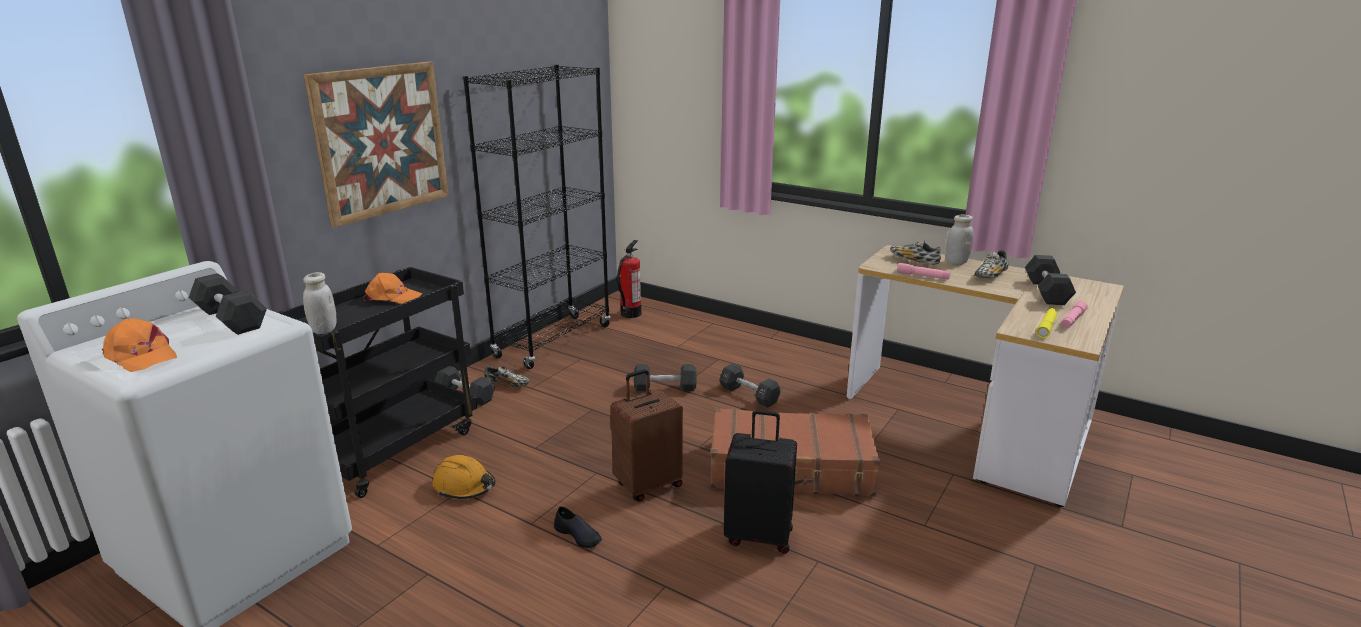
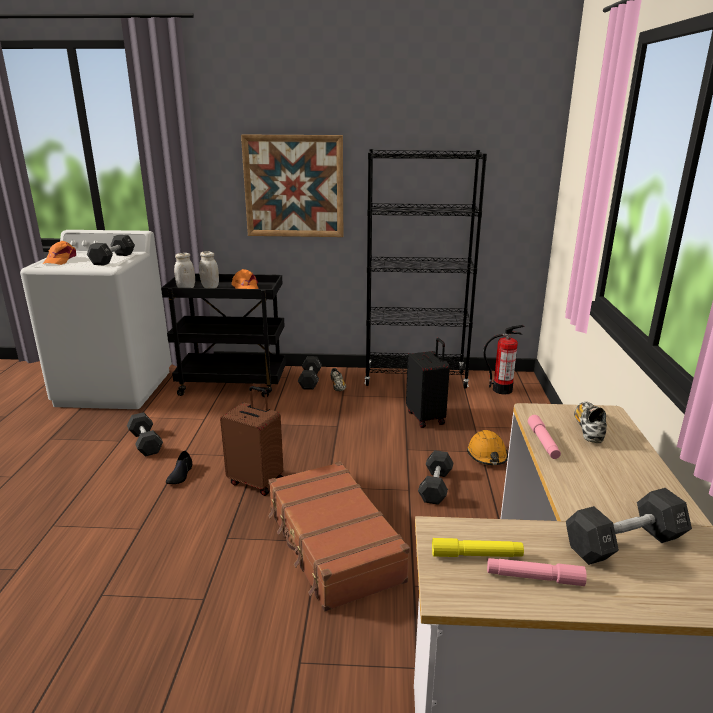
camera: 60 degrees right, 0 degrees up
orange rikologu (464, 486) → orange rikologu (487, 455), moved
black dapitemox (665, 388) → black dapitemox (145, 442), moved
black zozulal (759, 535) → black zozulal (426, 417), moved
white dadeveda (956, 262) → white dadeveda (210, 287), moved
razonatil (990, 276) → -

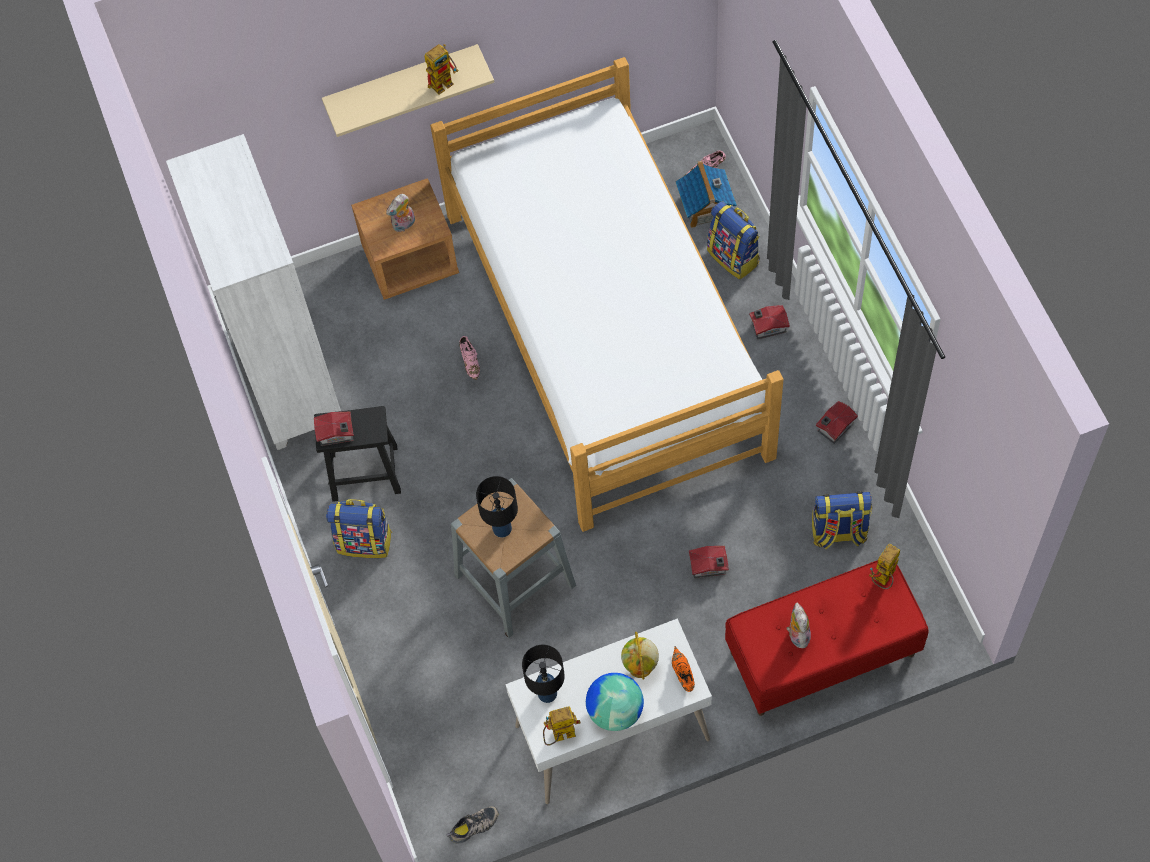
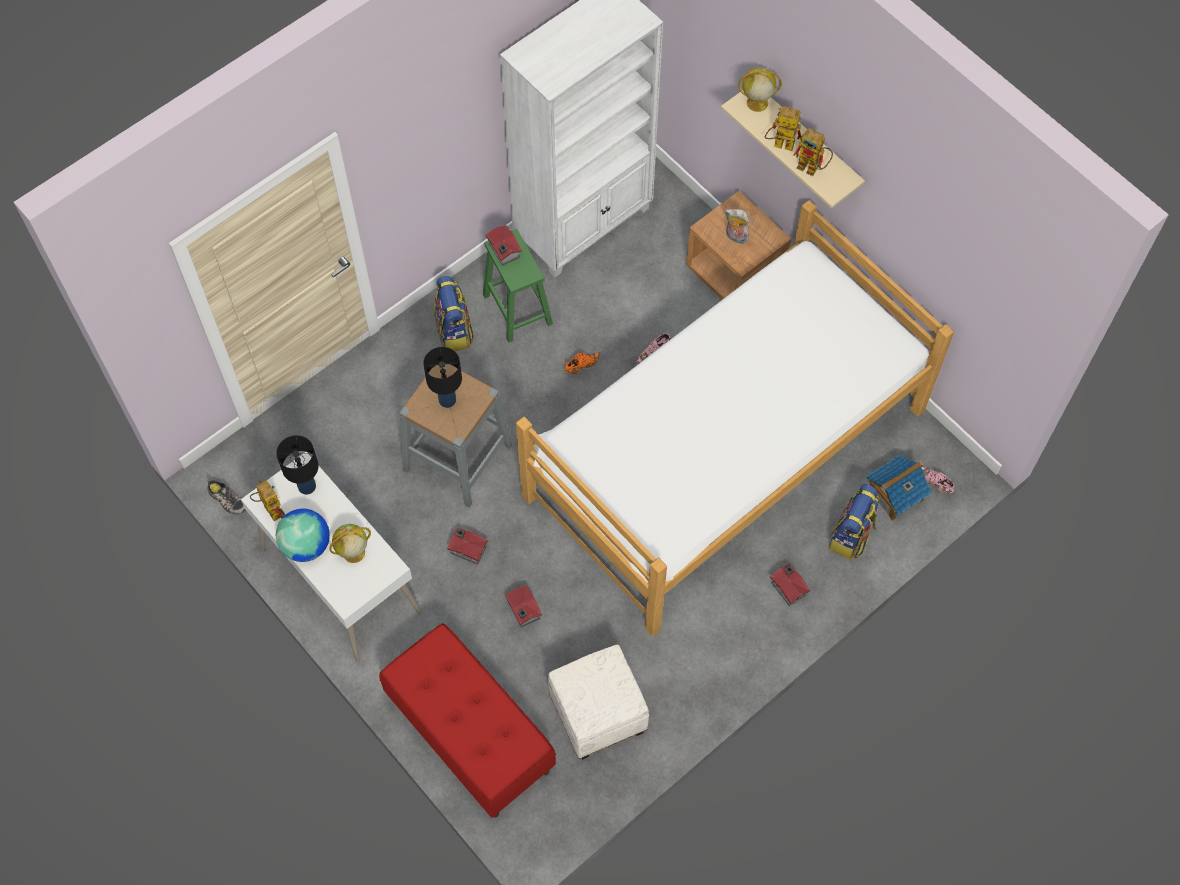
camera: 65 degrees right, 0 degrees up
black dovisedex (363, 473) → green dovisedex (517, 308)
orange razonatil (682, 674) → orange razonatil (581, 366), moved
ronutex (797, 634) → -
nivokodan (838, 532) → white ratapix (596, 714)
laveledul (834, 427) → laveledul (468, 549), moved
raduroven (883, 579) → raduroven (779, 144), moved
- → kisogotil (756, 103)

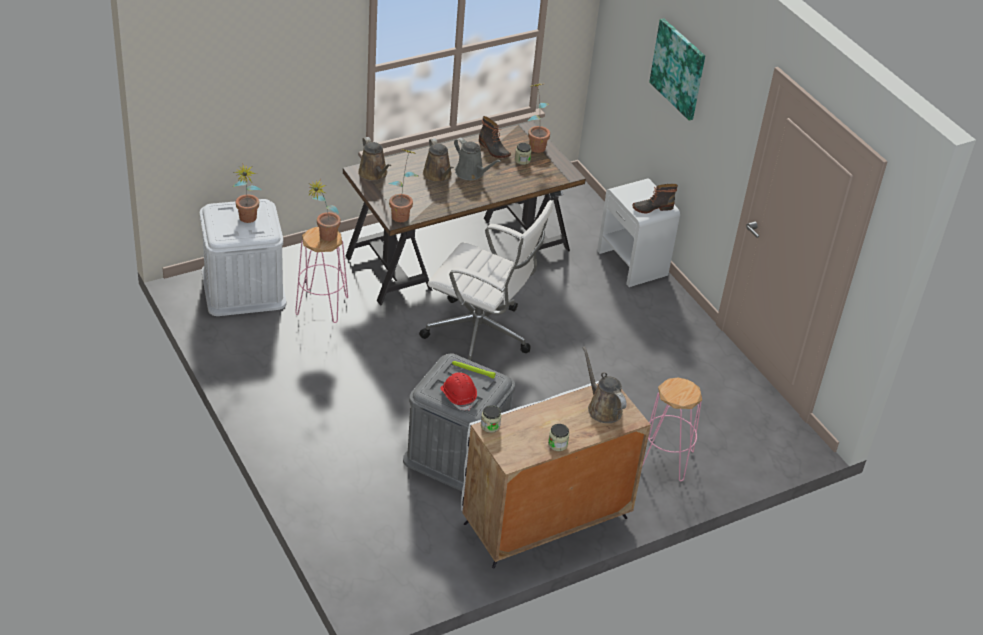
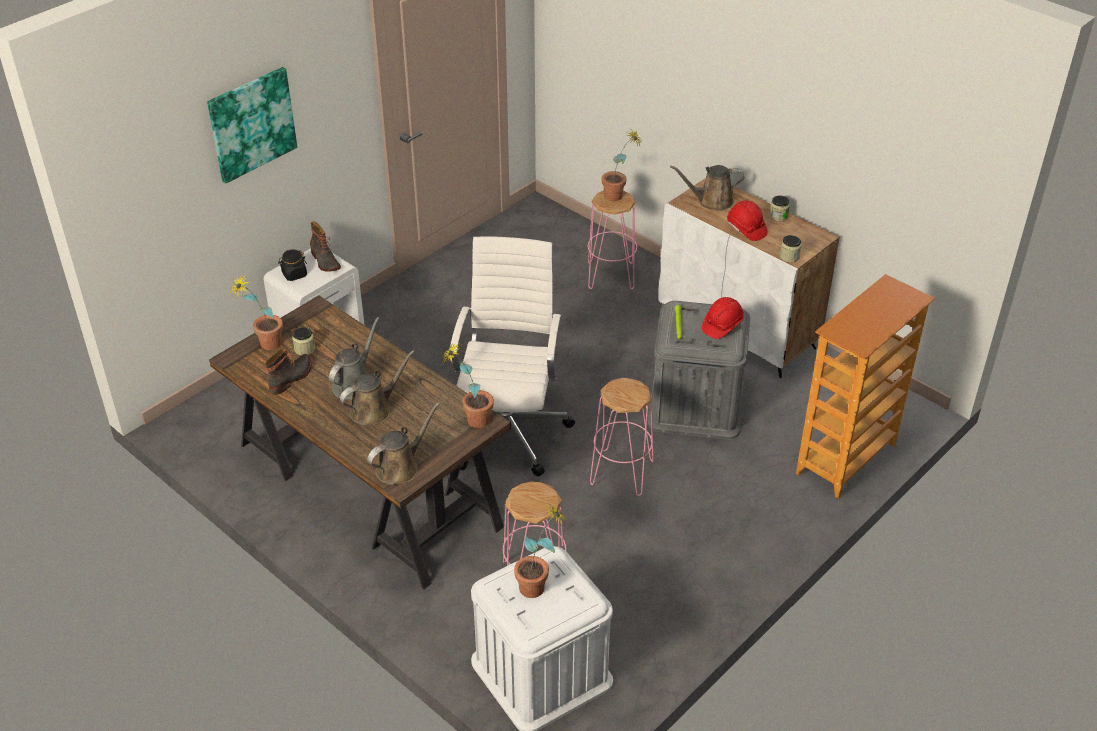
camera: 105 degrees left, 0 degrees up
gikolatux (324, 238) → gikolatux (619, 197), moved
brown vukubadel (602, 408) → brown vukubadel (711, 201), 45 degrees clockwise
- → black dadeveda (294, 274)
- → pink dovisedex (621, 472)
- → red rikologu (746, 229)
- → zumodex (846, 460)

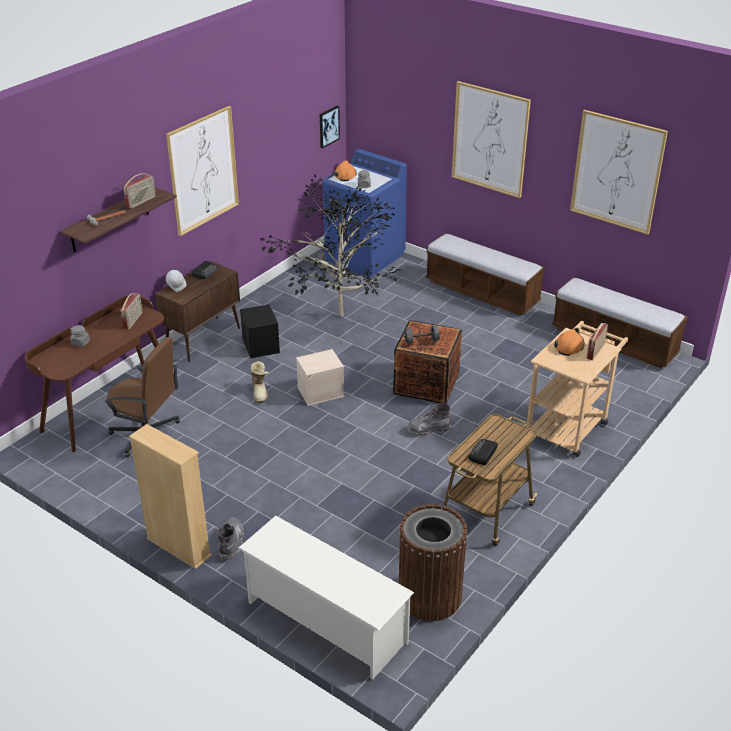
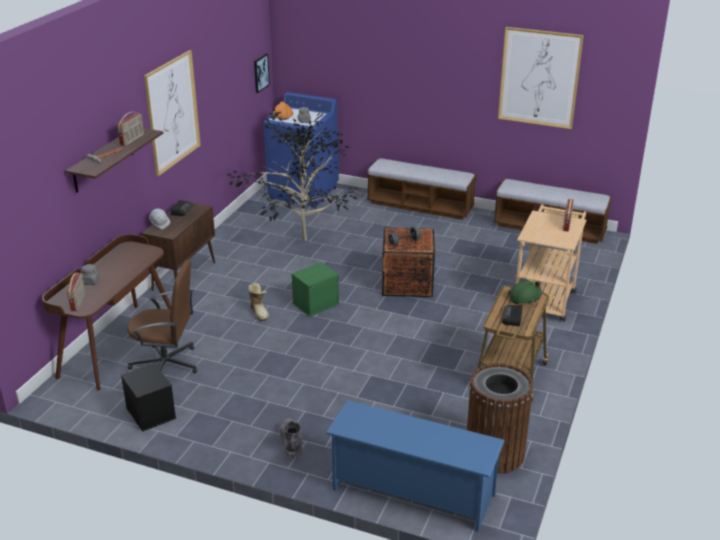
camera: 15 degrees left, 5 degrees down
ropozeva (133, 320) → ropozeva (78, 302), moved
beige zumodex (178, 547) → -
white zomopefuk (325, 622) → blue zomopefuk (412, 492)
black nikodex (260, 345) → black nikodex (150, 413), moved
beige nikodex (321, 392) → green nikodex (316, 303)
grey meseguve (429, 430) → -
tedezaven (490, 139) → -
orange rikologu (569, 346) → -
- → green rikologu (524, 297)

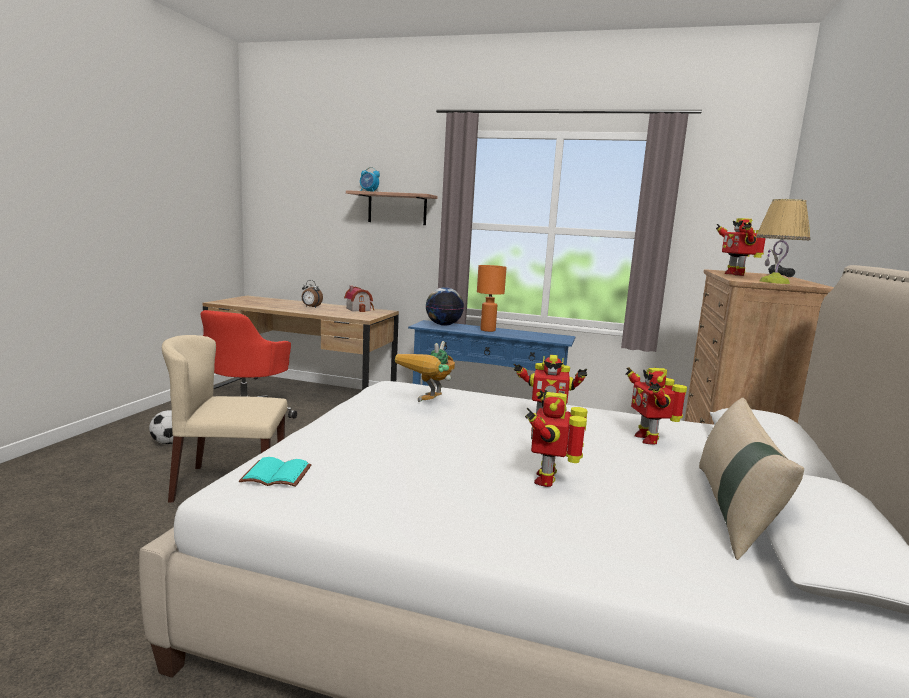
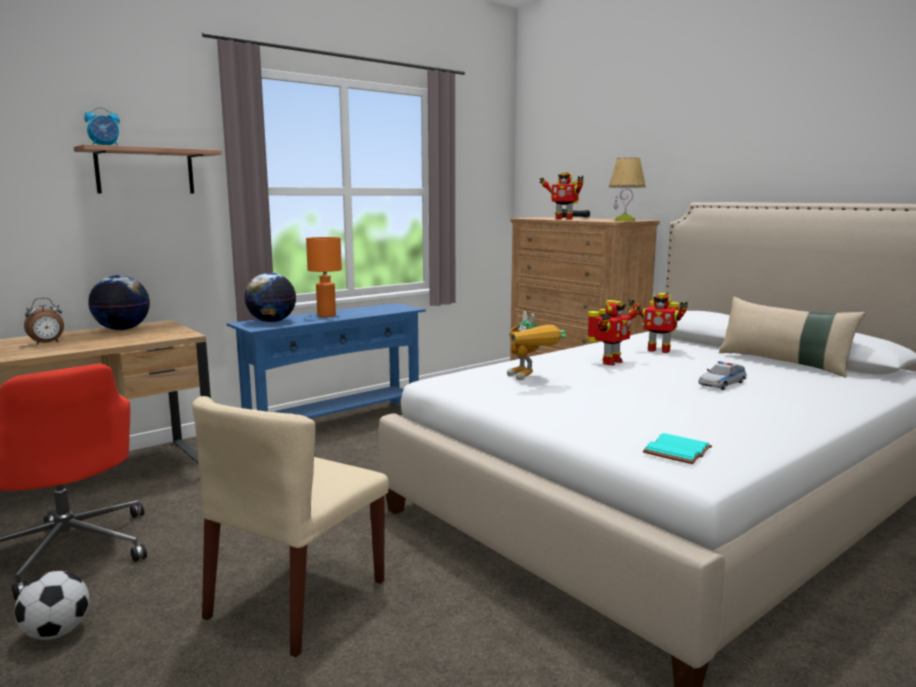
camera: 55 degrees left, 0 degrees up
laveledul (359, 309) → kisogotil (122, 329)
raduroven (548, 479) → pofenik (722, 384)

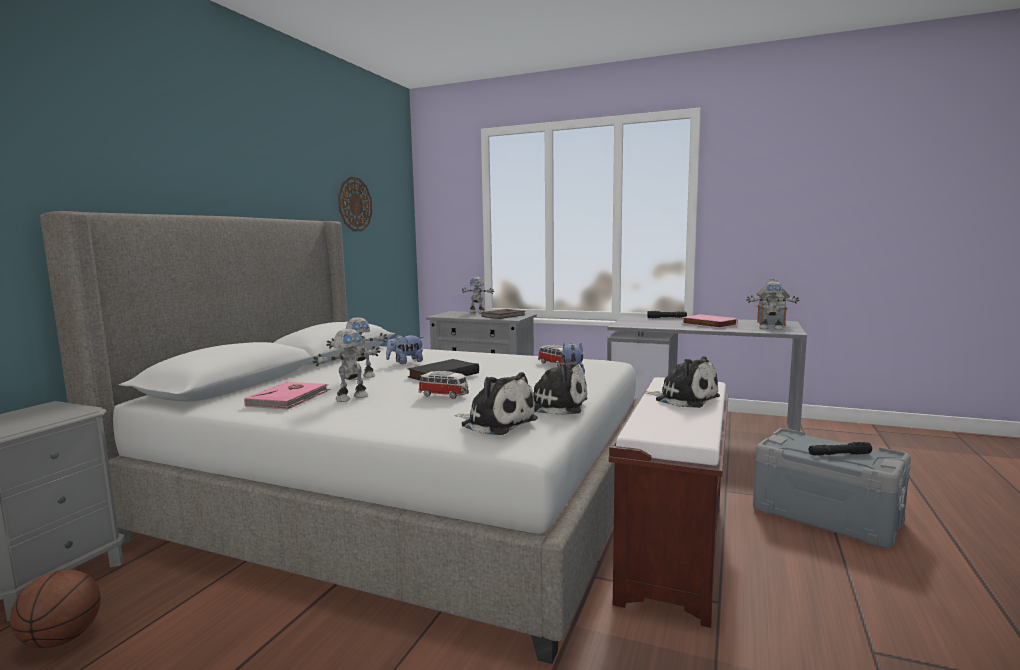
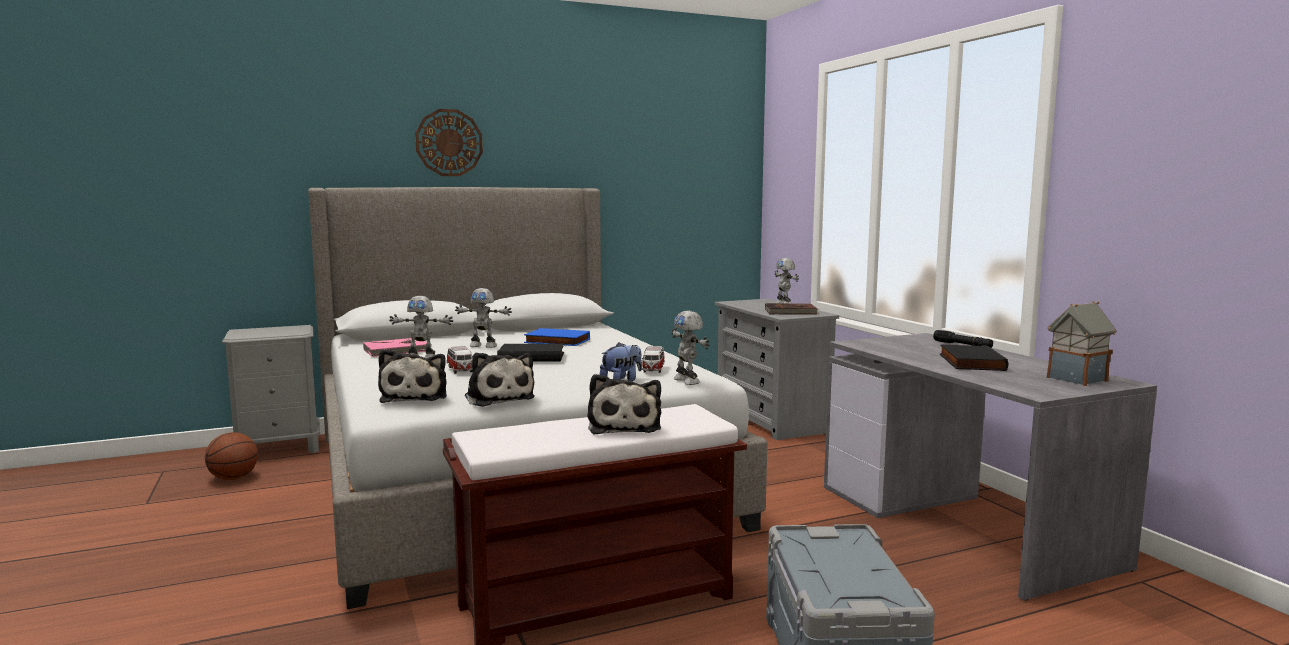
camera: 45 degrees right, 0 degrees up
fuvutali (354, 204) → fuvutali (449, 143), moved
ronutex (405, 362) → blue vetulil (556, 341)
pink vetulil (708, 324) → black vetulil (969, 362)
raduroven (770, 328) → raduroven (688, 381), moved
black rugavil (839, 454) → -

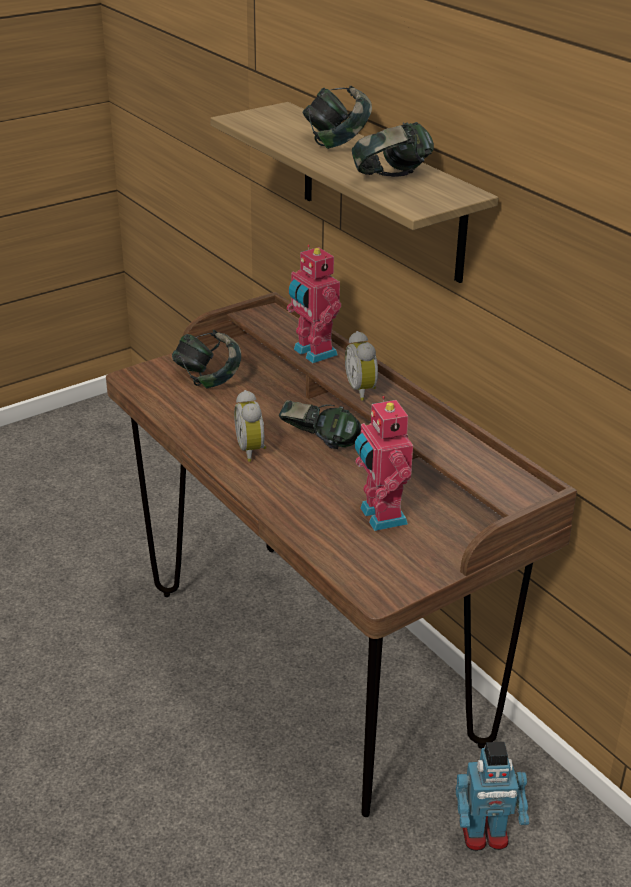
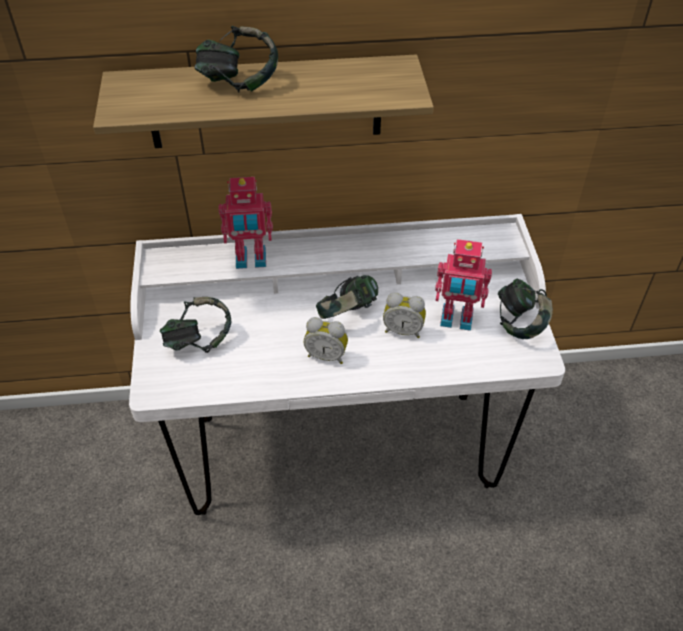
camera: 60 degrees left, 15 degrees up
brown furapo (314, 664) → white furapo (341, 450)
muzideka (363, 390) → muzideka (403, 330), moved
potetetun (392, 179) → potetetun (520, 323), moved
raduroven (485, 835) → -

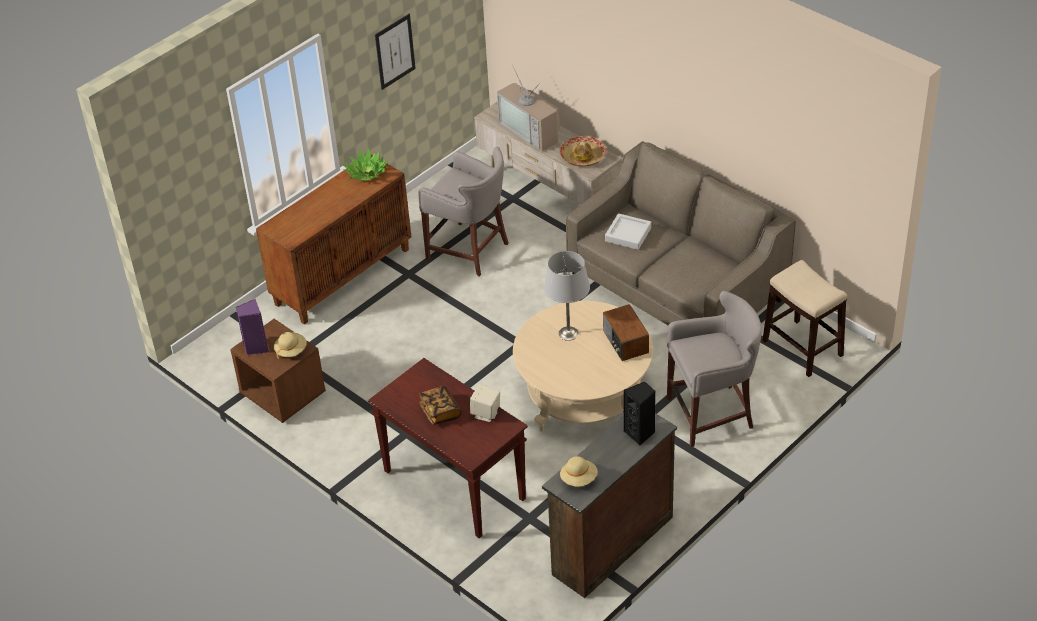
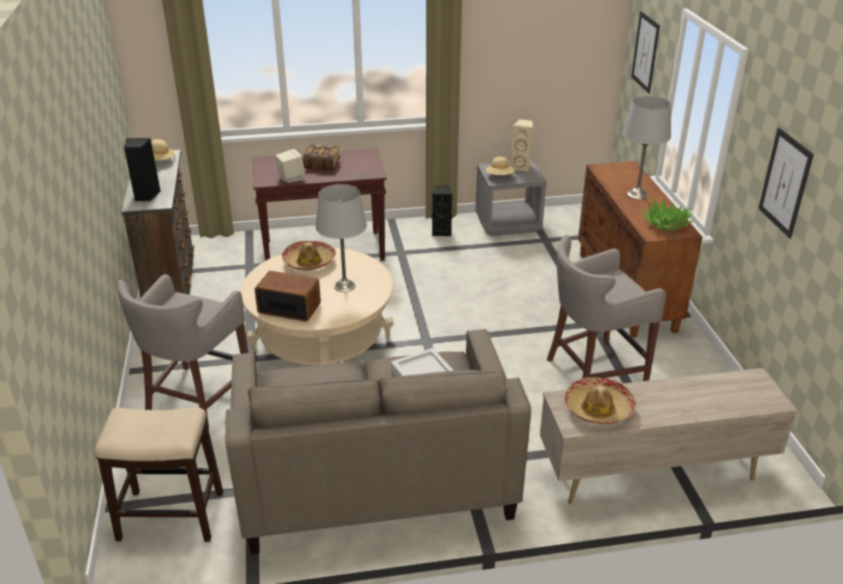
camera: 125 degrees right, 10 degrees down
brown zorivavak (282, 394) → grey zorivavak (508, 223)
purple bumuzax (256, 347) → beige bumuzax (521, 167)
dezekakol (532, 131) → -
- → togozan (309, 261)
- → black bumuzax (442, 232)
- → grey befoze (637, 194)
- → tedezaven (645, 52)

